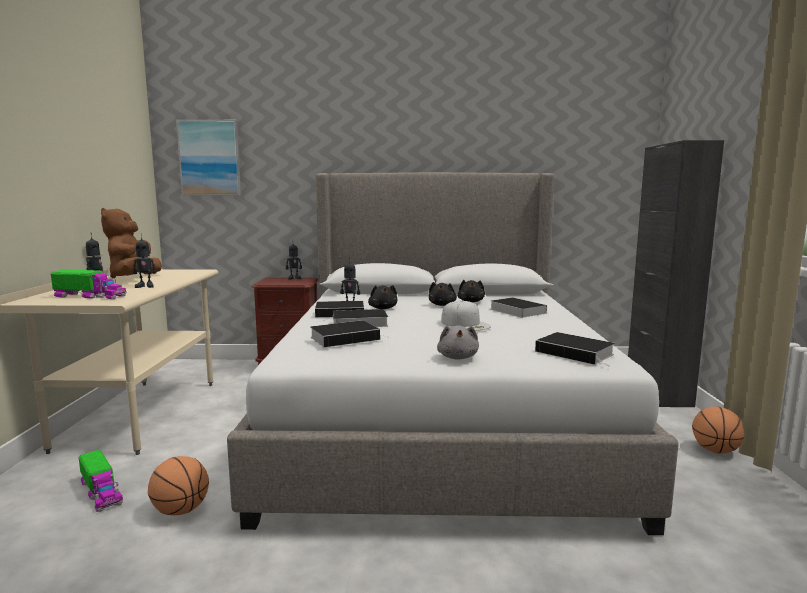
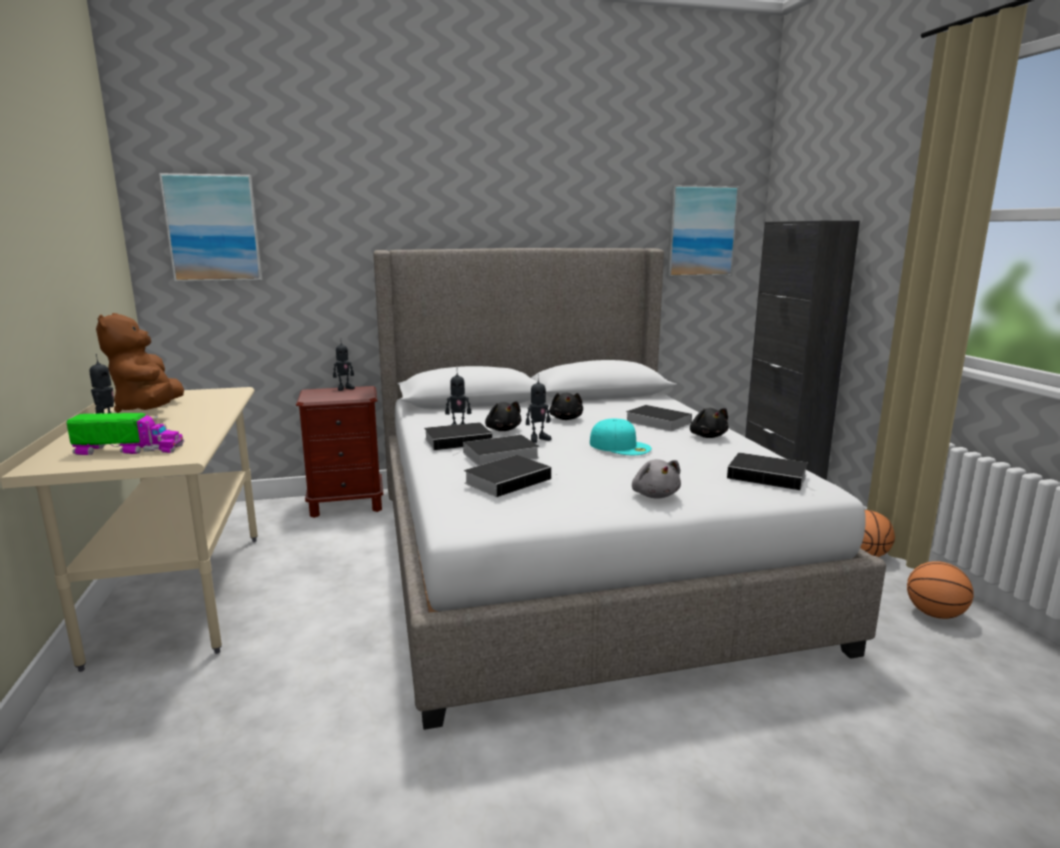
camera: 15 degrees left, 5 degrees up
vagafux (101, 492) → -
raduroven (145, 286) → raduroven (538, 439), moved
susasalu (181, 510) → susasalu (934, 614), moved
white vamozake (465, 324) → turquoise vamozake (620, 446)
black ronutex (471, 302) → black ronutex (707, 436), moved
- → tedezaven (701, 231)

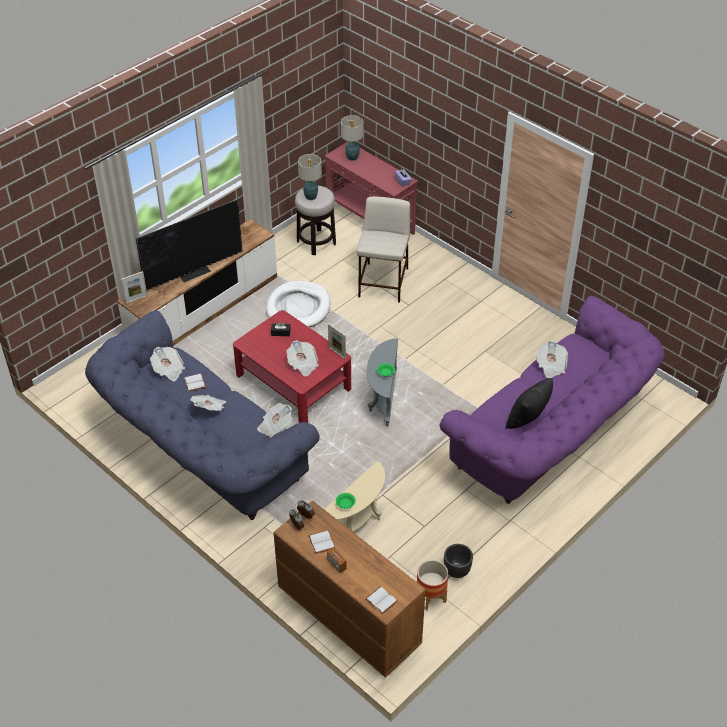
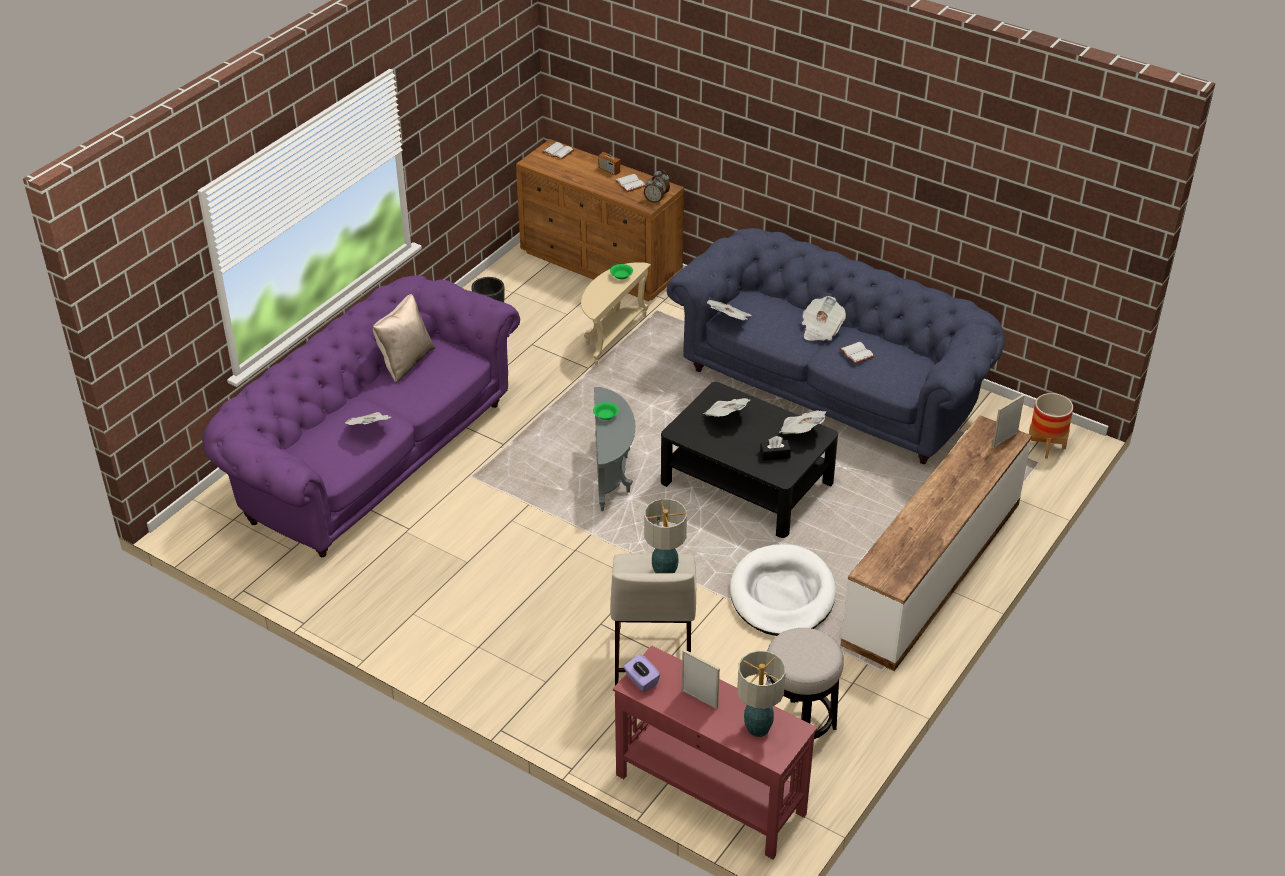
camera: 170 degrees right, 5 degrees down
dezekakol (194, 271) → -
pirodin (168, 370) → pirodin (801, 431), moved
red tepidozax (293, 381) → black tepidozax (747, 482)
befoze (311, 196) → befoze (664, 572), moved
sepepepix (337, 353) → sepepepix (699, 699), moved
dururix (431, 598) → dururix (1046, 446), moved
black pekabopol (528, 419) → beige pekabopol (405, 362)

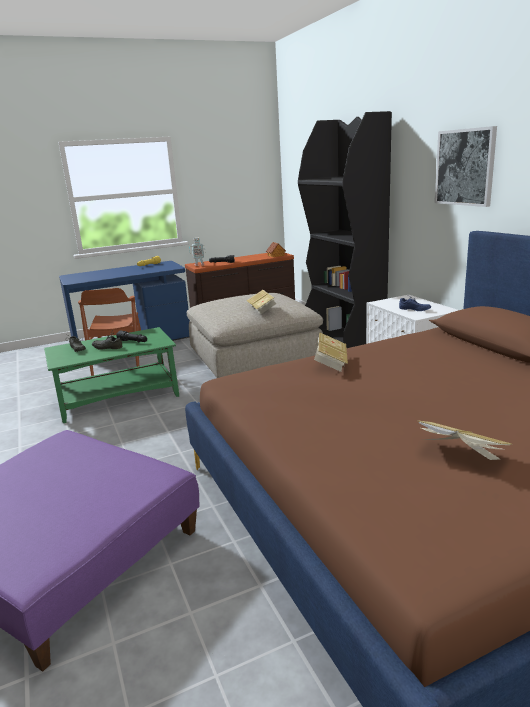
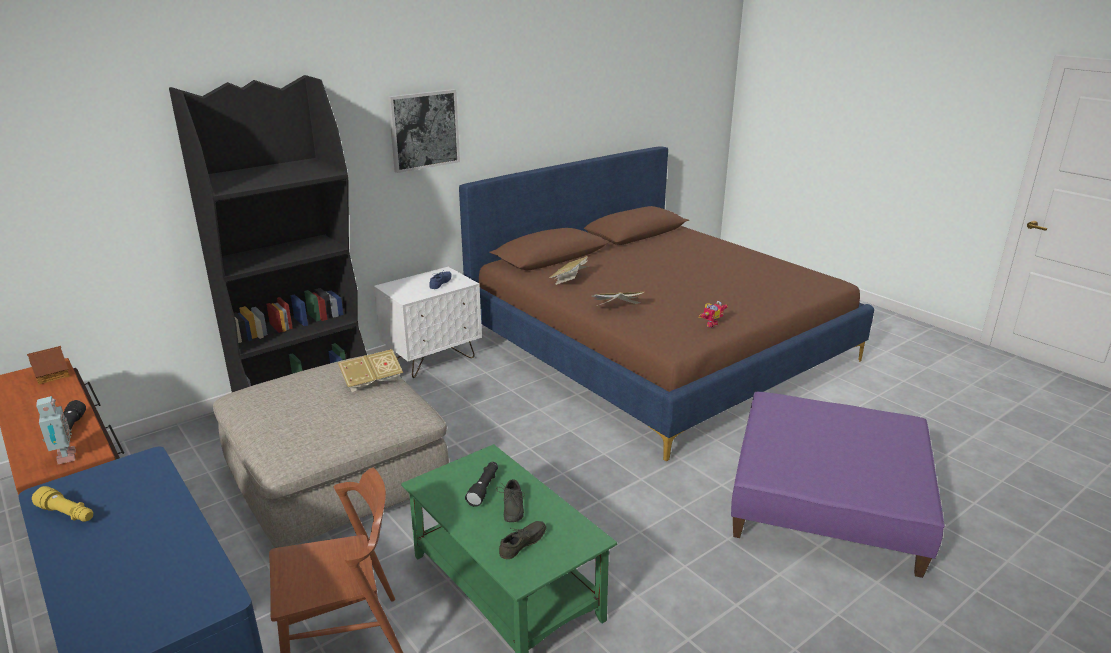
camera: 105 degrees left, 5 degrees up
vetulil (461, 455) → vetulil (570, 279), moved
- → raduroven (710, 324)

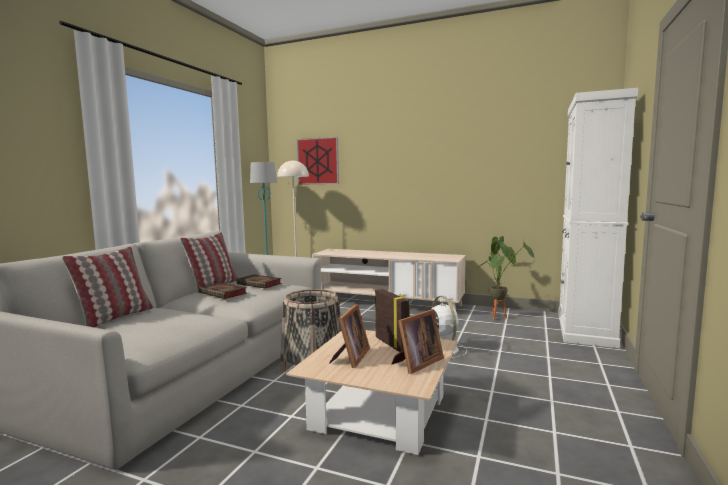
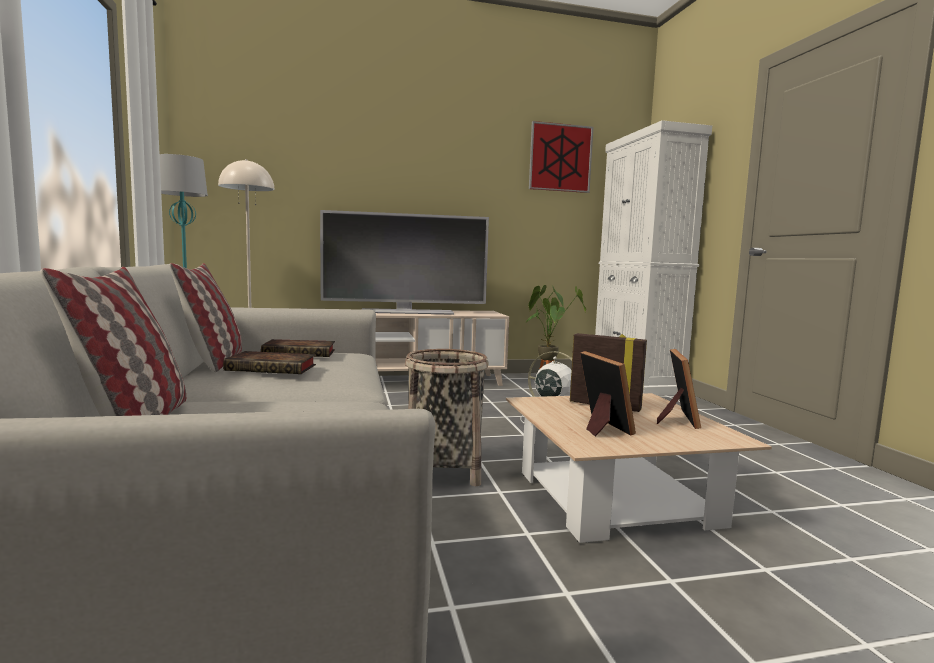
camera: 35 degrees left, 0 degrees up
tedezaven (318, 161) → tedezaven (560, 158), moved
- → dezekakol (407, 312)

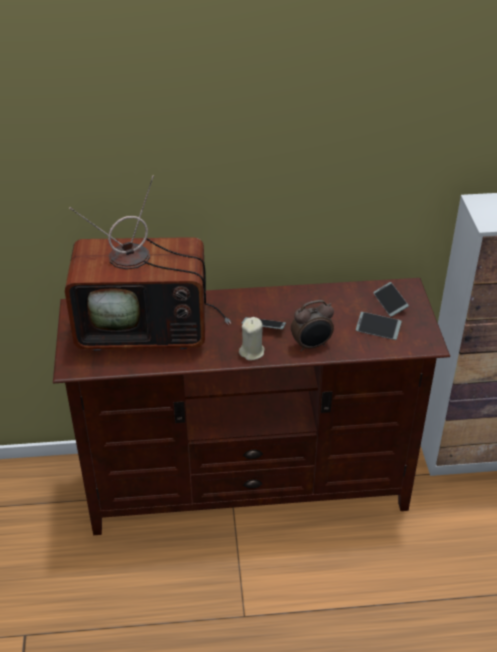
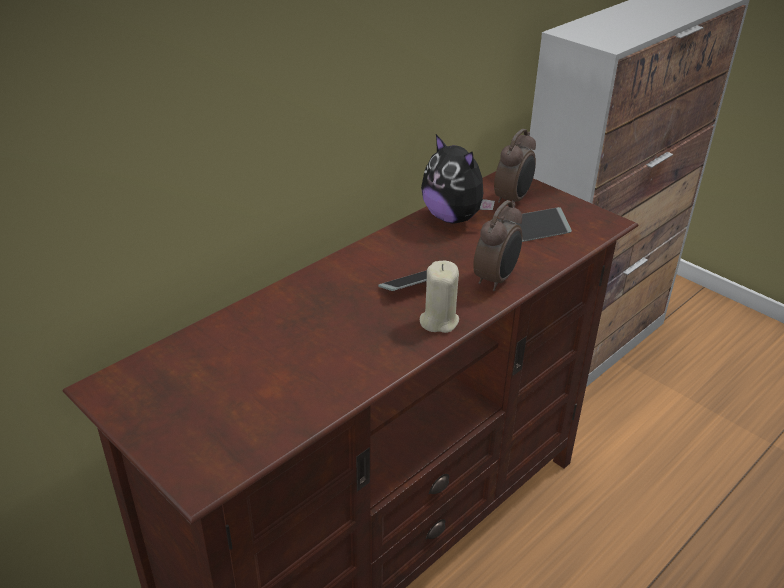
camera: 40 degrees left, 5 degrees down
dezekakol (147, 327) → -
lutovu (390, 303) → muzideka (513, 200)
- → ronutex (453, 218)

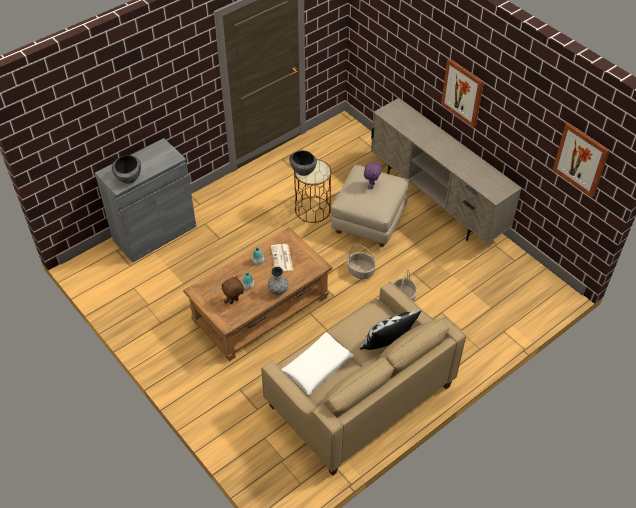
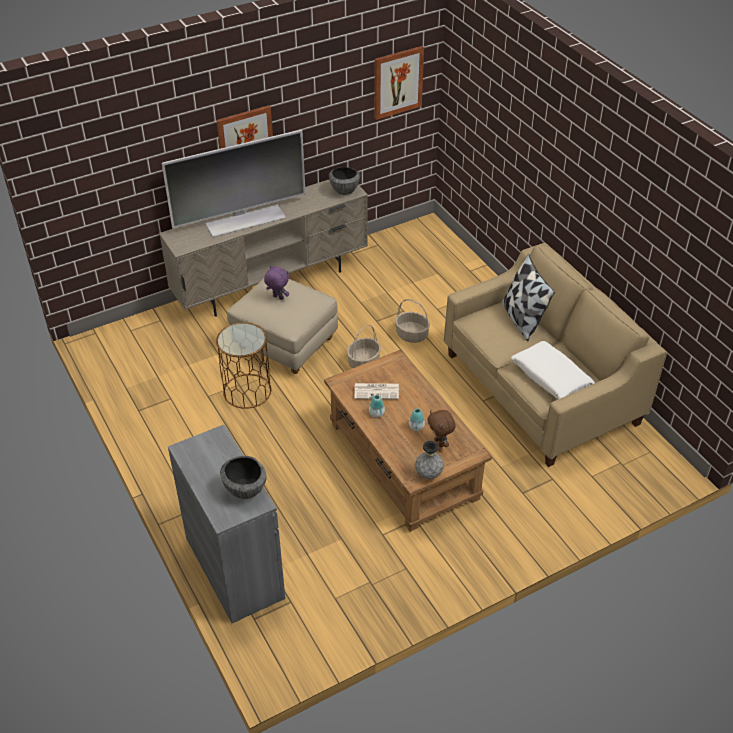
camera: 80 degrees left, 5 degrees down
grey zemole (278, 291) → grey zemole (428, 474), moved
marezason (303, 171) → marezason (344, 191), moved
- → dezekakol (244, 220)

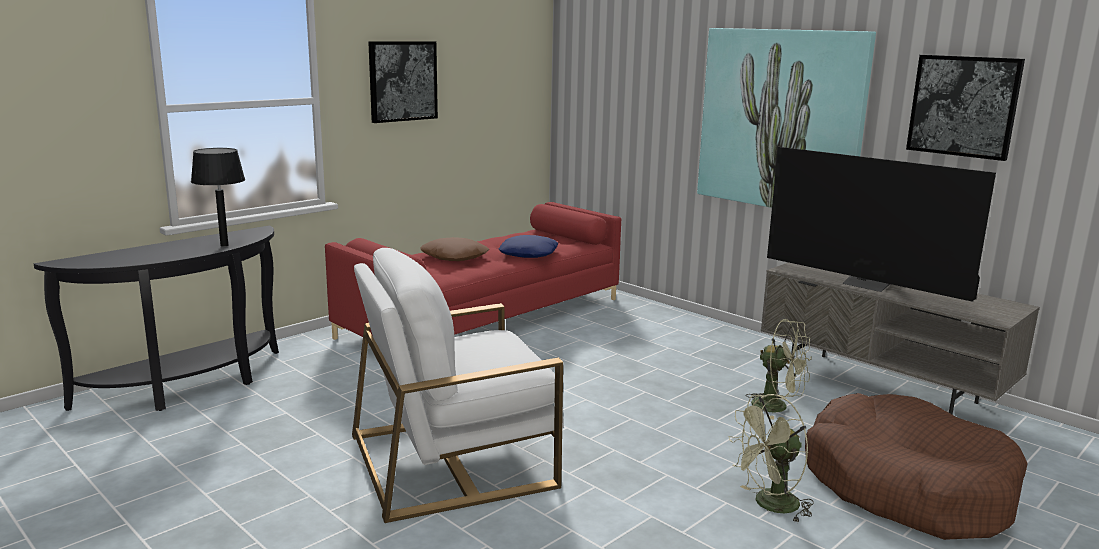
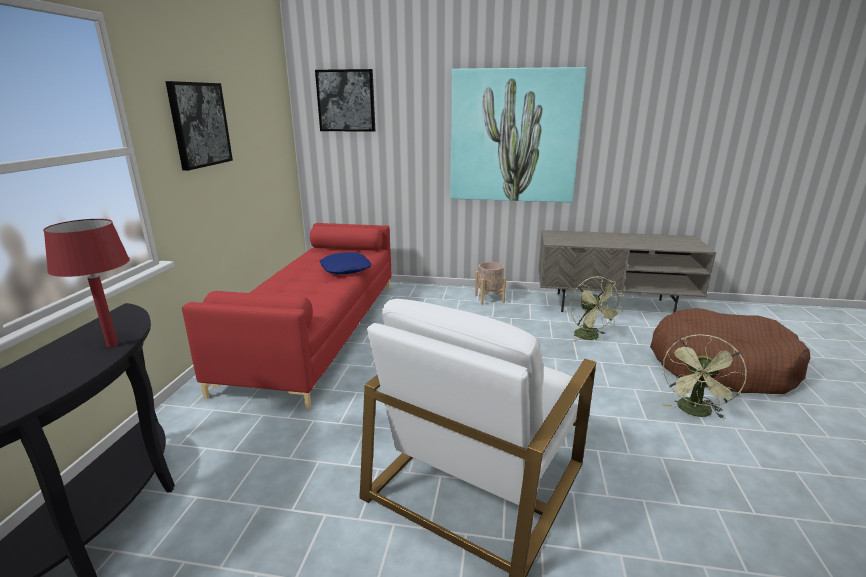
camera: 35 degrees left, 5 degrees up
black befoze (224, 245) → red befoze (111, 345)
brown pekabopol (455, 256) → -
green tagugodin (777, 407) → green tagugodin (590, 337), 75 degrees clockwise
dezekakol (867, 285) → -
tedezaven (963, 106) → tedezaven (346, 101), moved
- → beige dururix (489, 299)

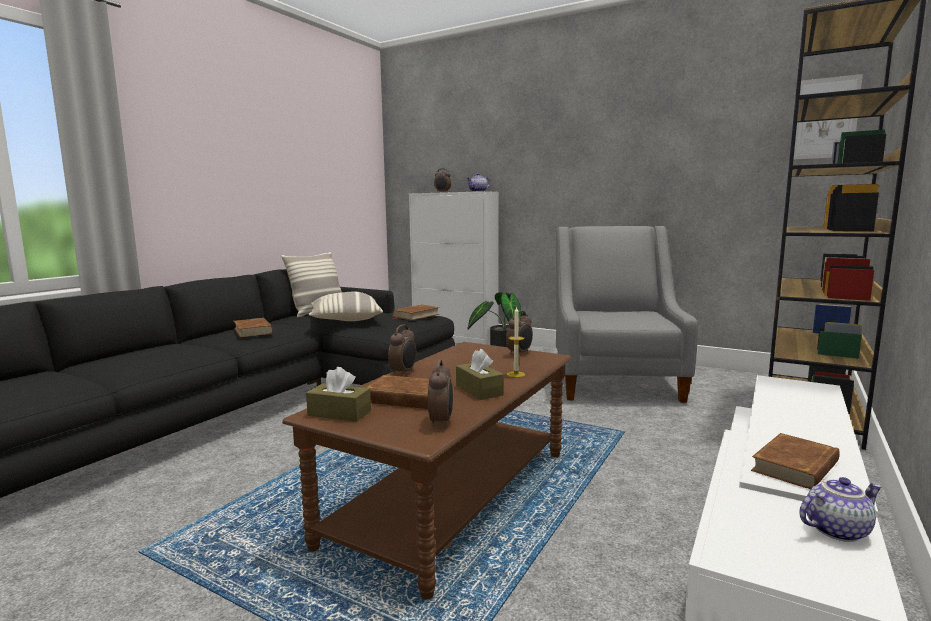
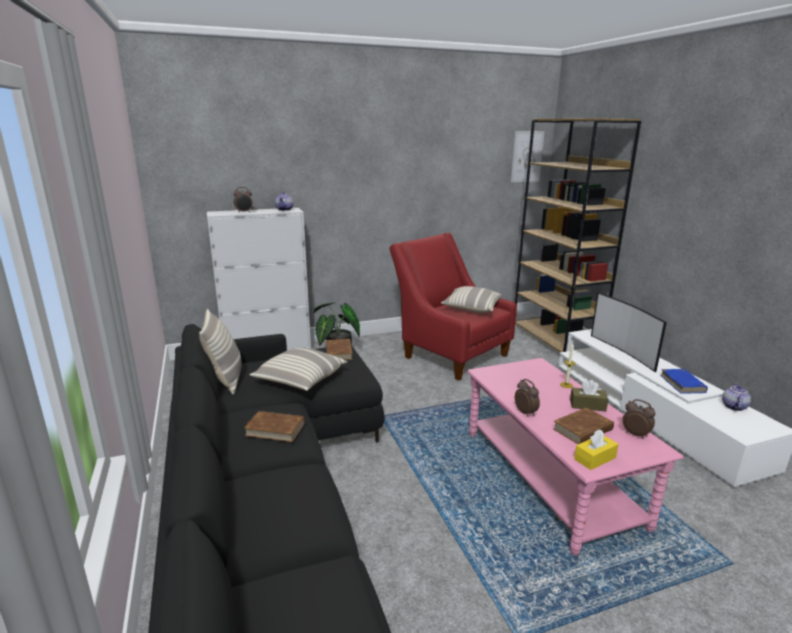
camera: 50 degrees left, 10 degrees up
brown tepidozax (453, 495) → pink tepidozax (549, 476)
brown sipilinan (339, 413) → yellow sipilinan (595, 458)
muzideka (520, 353) → -
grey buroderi (615, 381) → red buroderi (450, 354)
brown vetulil (796, 466) → blue vetulil (682, 383)
- → pekabopol (471, 308)
- → dezekakol (623, 352)

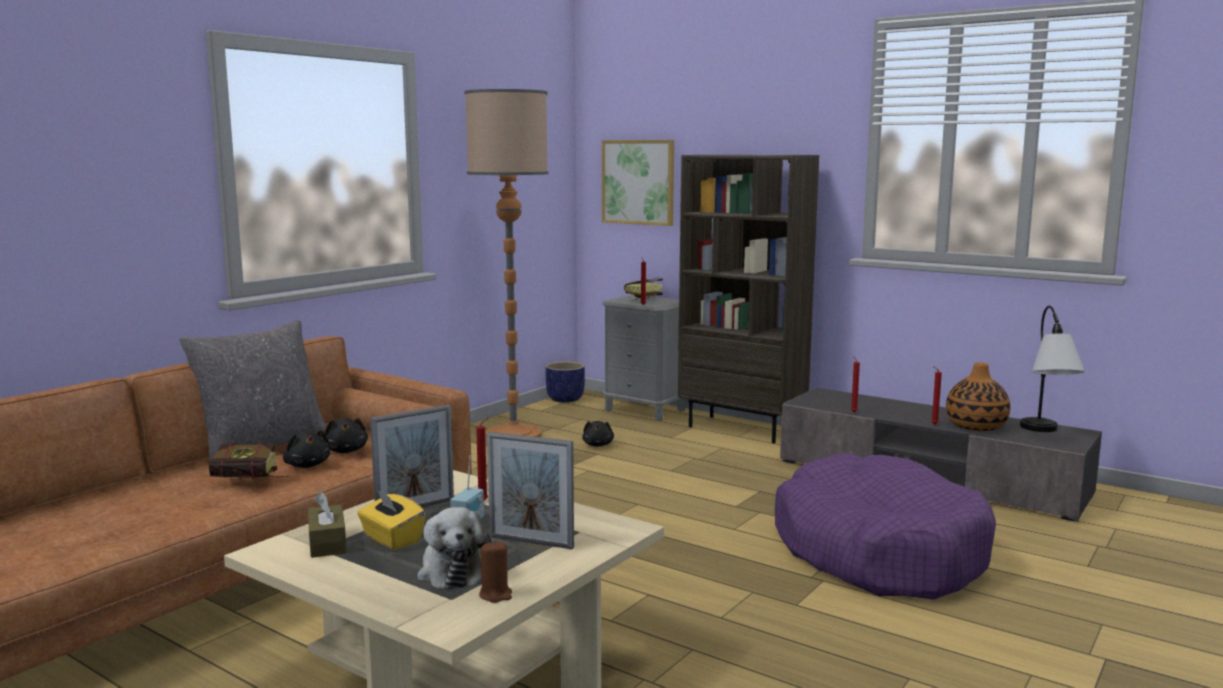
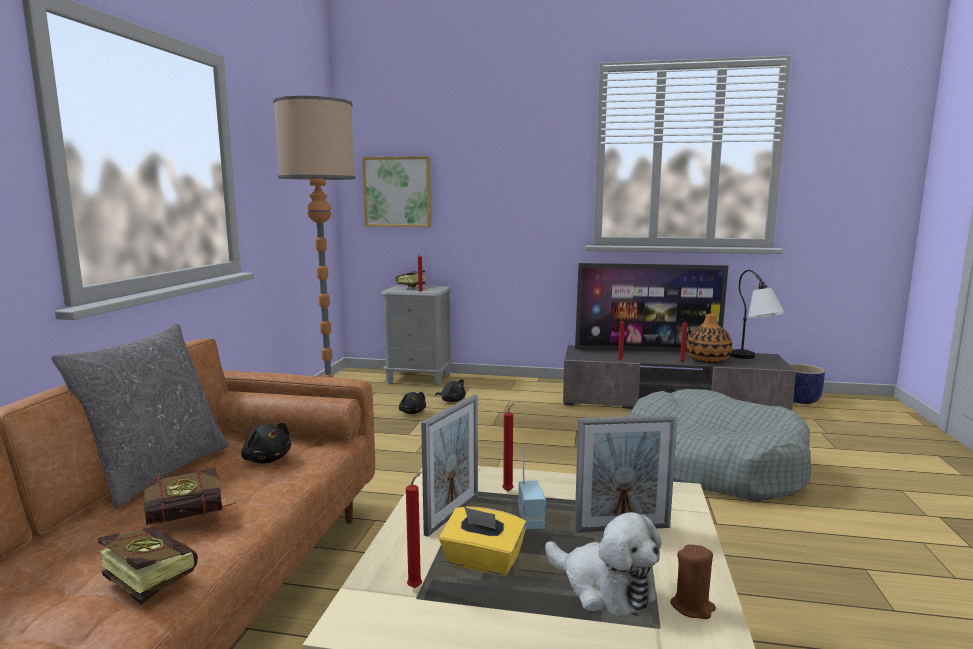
camera: 25 degrees left, 0 degrees up
black ronutex (307, 465) → black ronutex (452, 400), moved
brown sipilinan (327, 543) → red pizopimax (416, 587)
dururix (565, 399) → dururix (800, 400), moved
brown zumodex (742, 429) → -
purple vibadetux (878, 552) → grey vibadetux (711, 465)
- → vetulil (145, 579)
- → dezekakol (647, 351)

